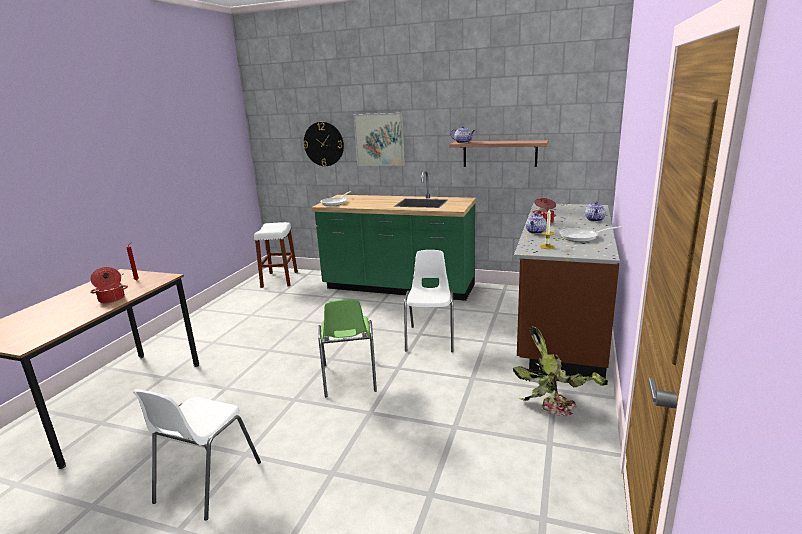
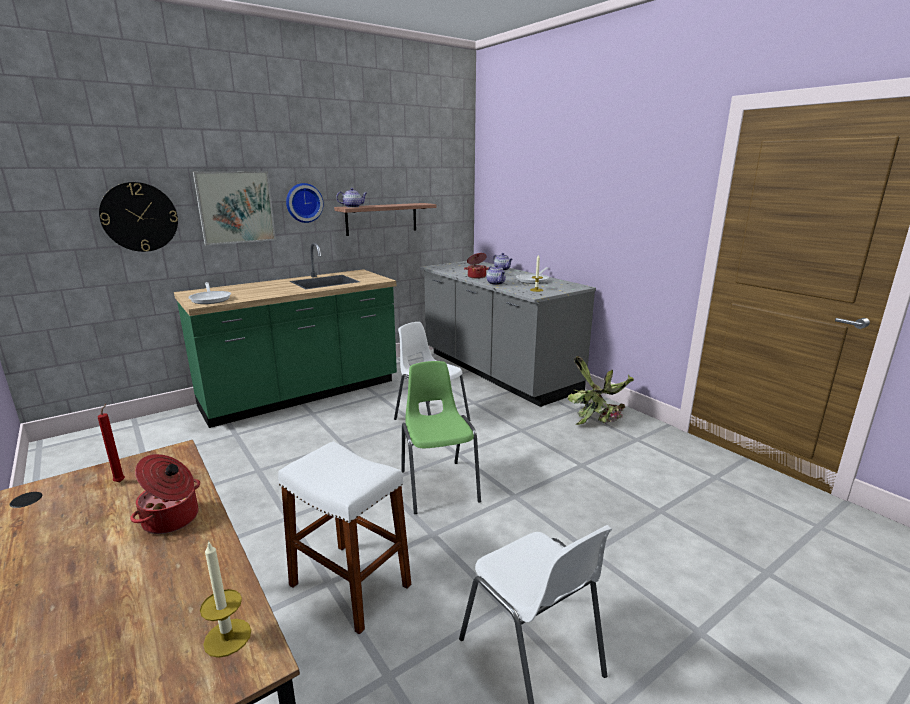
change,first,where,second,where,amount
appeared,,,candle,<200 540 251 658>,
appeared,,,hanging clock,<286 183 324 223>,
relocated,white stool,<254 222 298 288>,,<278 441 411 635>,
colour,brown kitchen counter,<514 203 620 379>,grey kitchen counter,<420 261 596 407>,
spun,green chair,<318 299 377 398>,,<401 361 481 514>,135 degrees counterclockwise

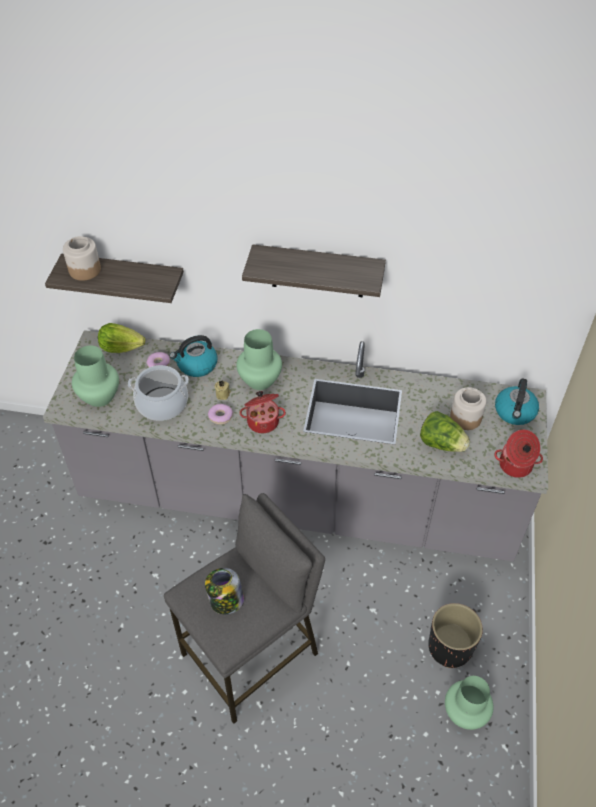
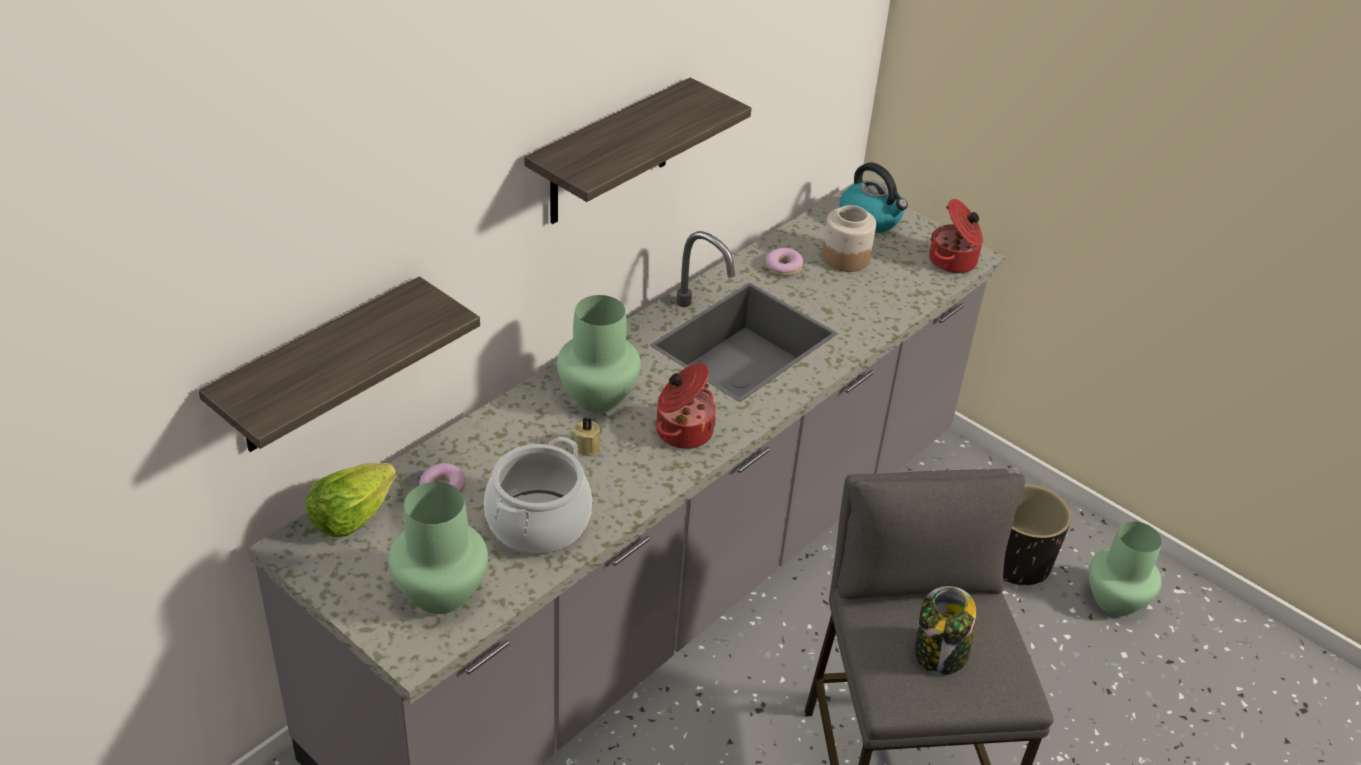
change,first,where,second,where,amount
missing,storage jar,<63 236 101 281>,,,
missing,tea kettle,<169 335 218 377>,,,
missing,head of lettuce,<420 411 470 452>,,,
relocated,ring doughnut,<208 404 233 425>,,<766 248 803 276>,

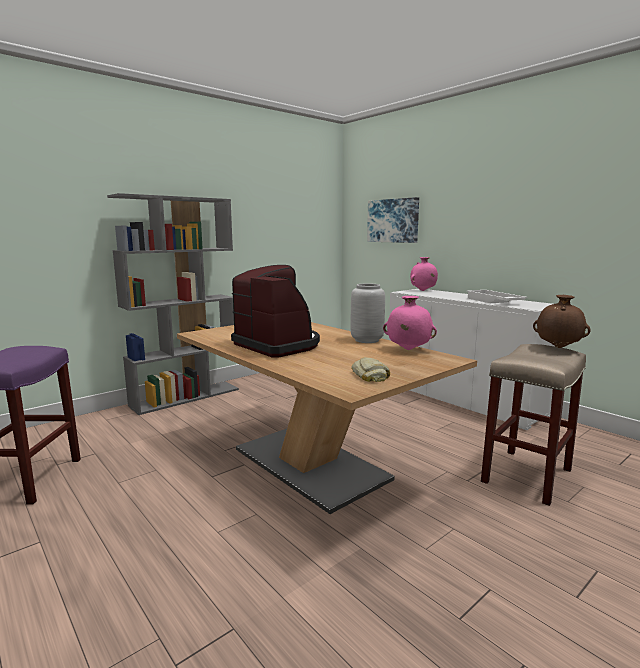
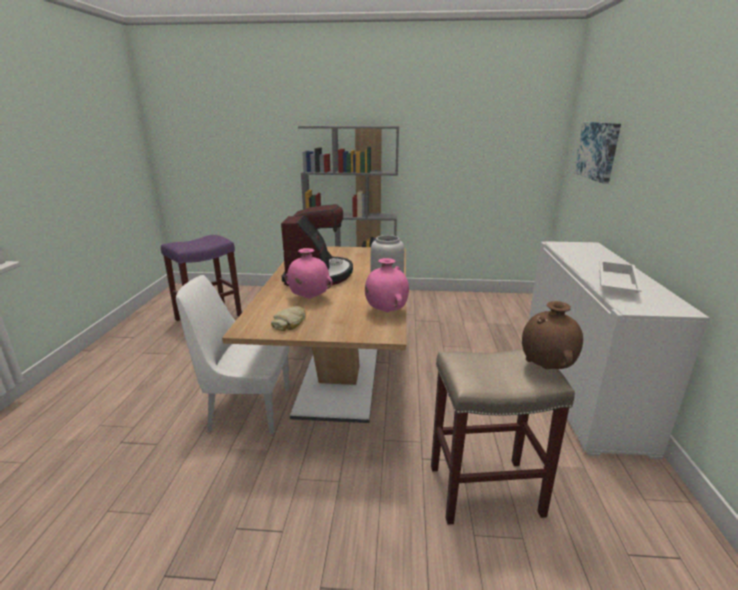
change,first,where,second,where,amount
appeared,,,white chair,<176 275 289 434>,
relocated,pink-coloured vase,<410 257 438 291>,,<285 248 332 299>,

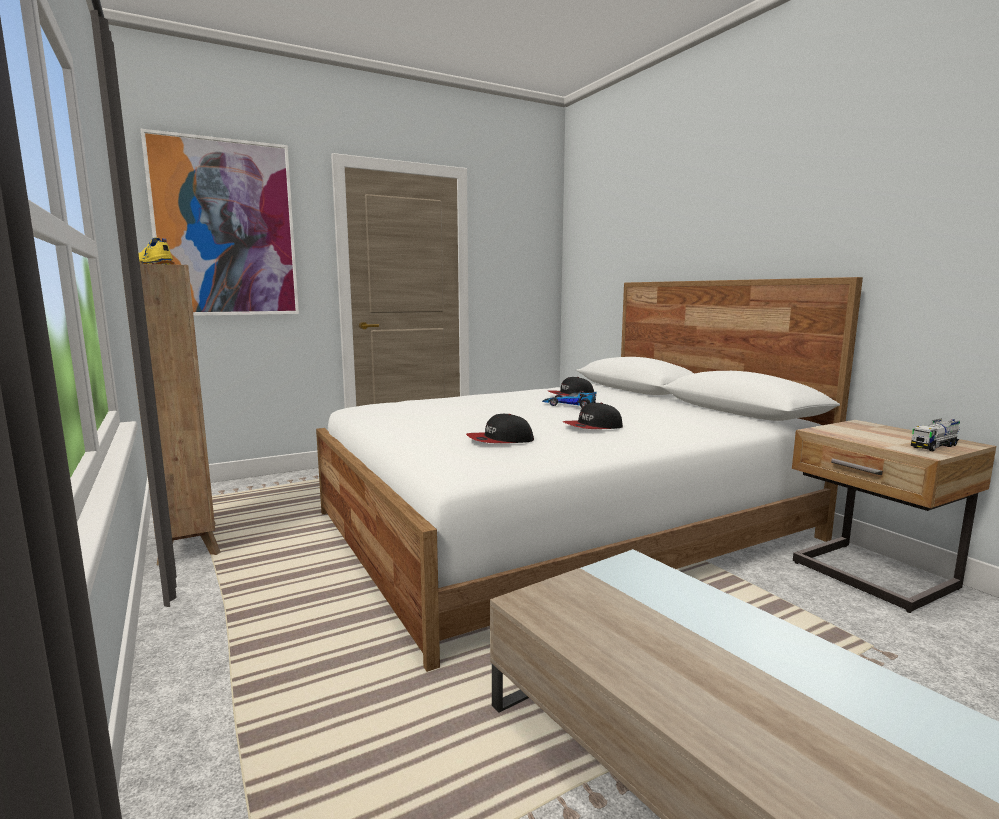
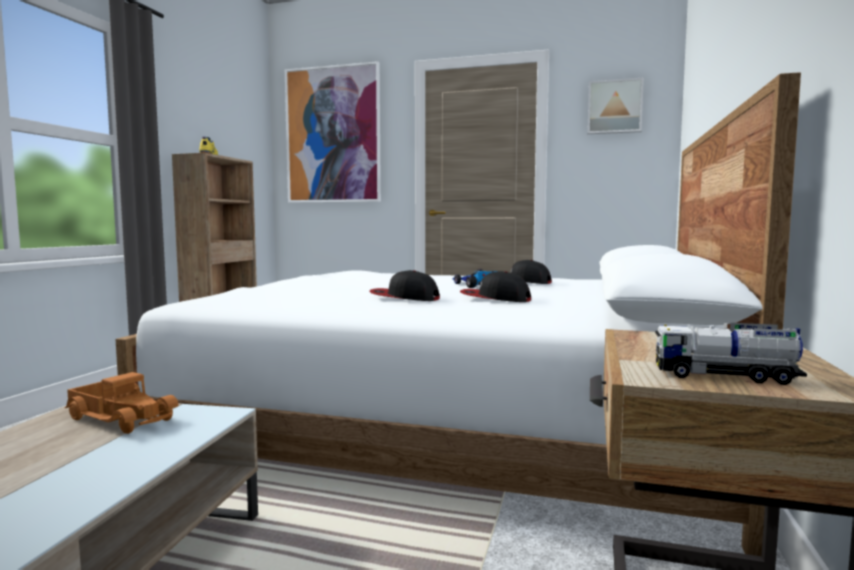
change,first,where,second,where,amount
appeared,,,model truck,<65 372 179 434>,
appeared,,,wall picture,<587 78 644 134>,
relocated,cap,<466 414 534 443>,,<460 271 531 302>,

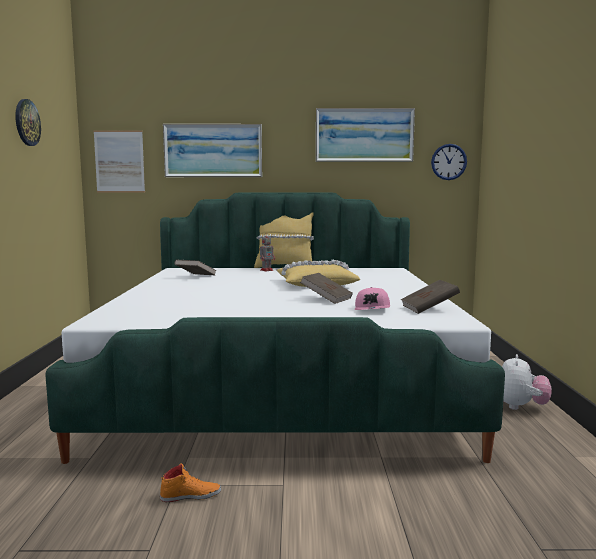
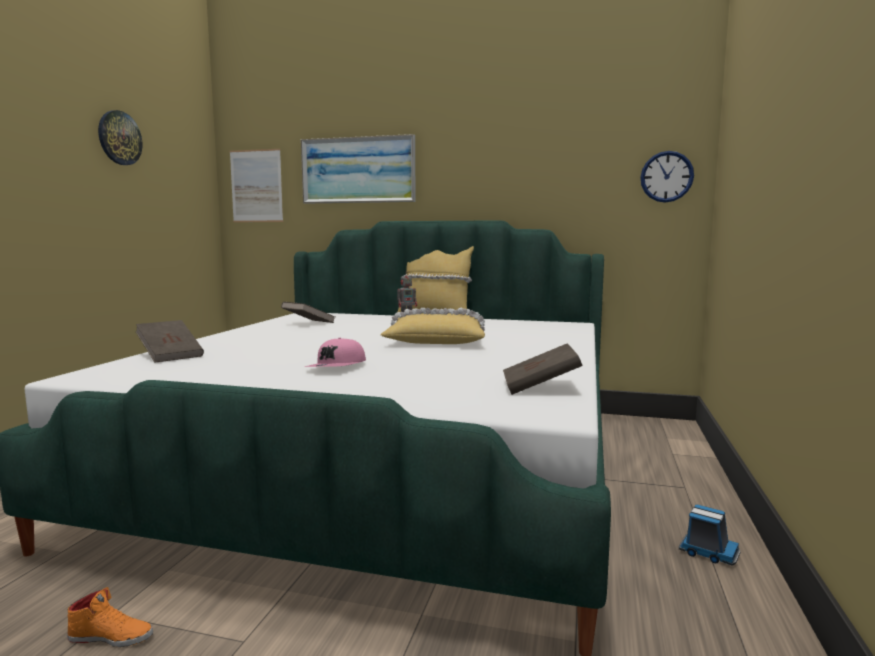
change,first,where,second,where,amount
missing,wall picture,<316 108 415 162>,,,
relocated,brown volume,<300 273 353 304>,,<135 320 204 363>,
relocated,pink-coloured cap,<355 287 390 310>,,<305 338 366 367>,
exchanged,cuddly toy,<502 354 552 410>,model truck,<679 504 740 565>,

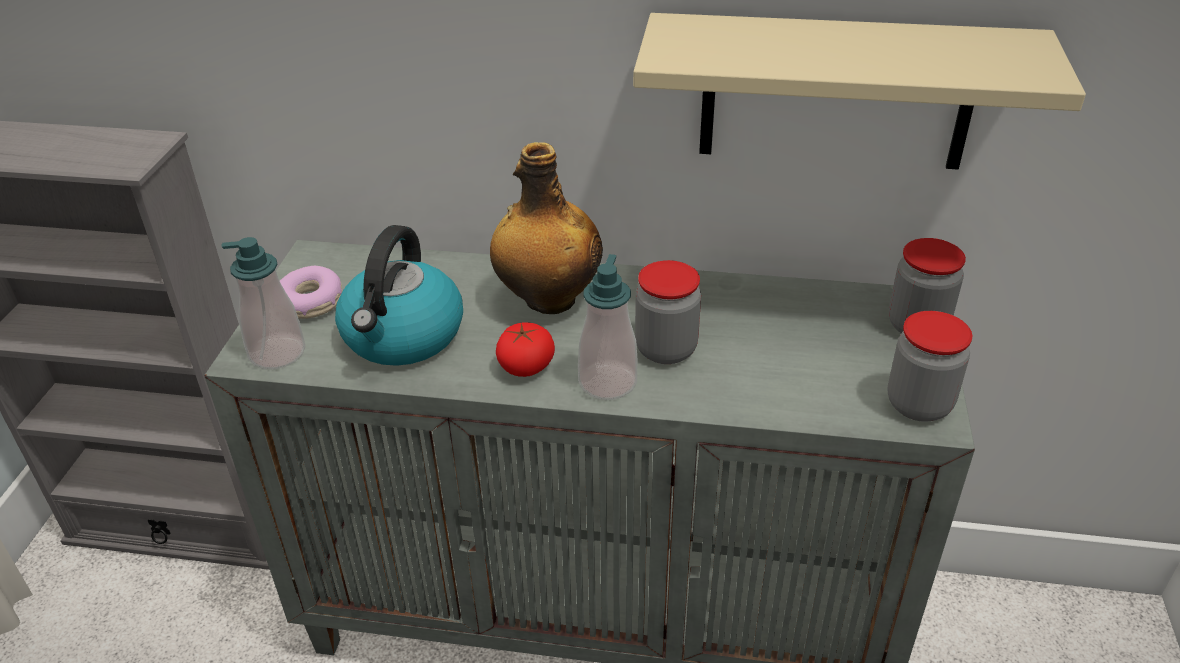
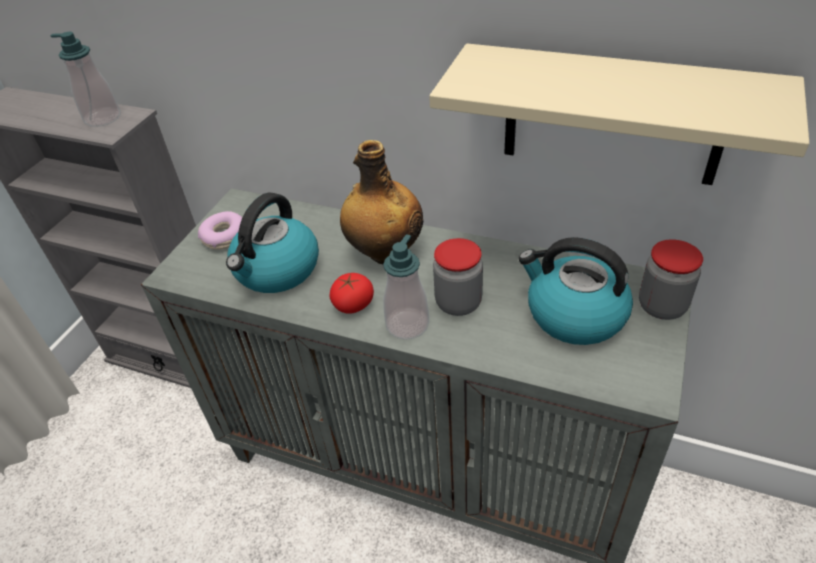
change,first,where,second,where,amount
missing,storage jar,<887 311 972 422>,,,
appeared,,,tea kettle,<518 237 633 345>,
relocated,liquid soap bottle,<221 237 305 369>,,<50 32 121 127>,

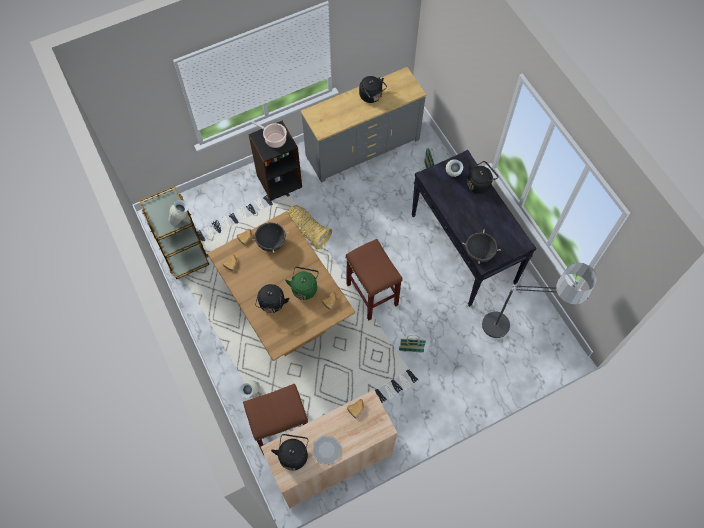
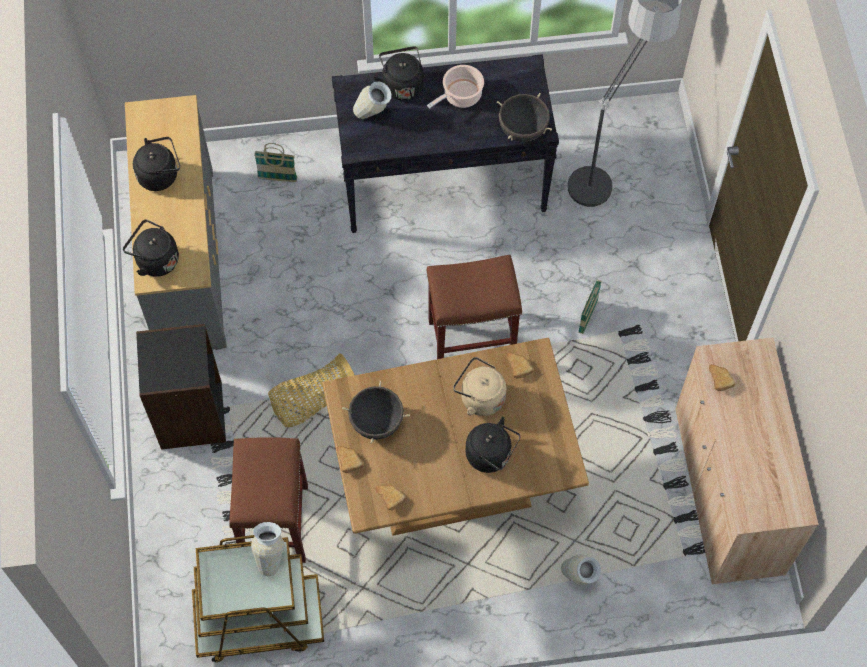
change,first,where,second,where,amount
missing,plate,<312 436 341 464>,,,
relocated,brown stool,<243 384 308 455>,,<229 438 308 563>,
relocated,saucepot,<251 121 287 148>,,<427 65 484 108>,
relocated,blackish tea kettle,<271 434 309 471>,,<123 219 179 277>,
colour,green tea kettle,<285 267 319 300>,sand-coloured tea kettle,<453 357 507 416>,

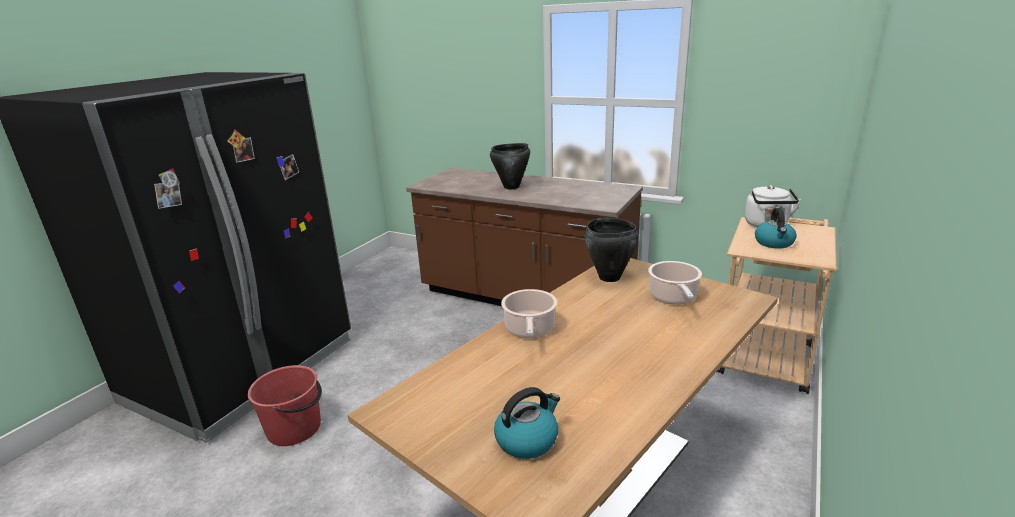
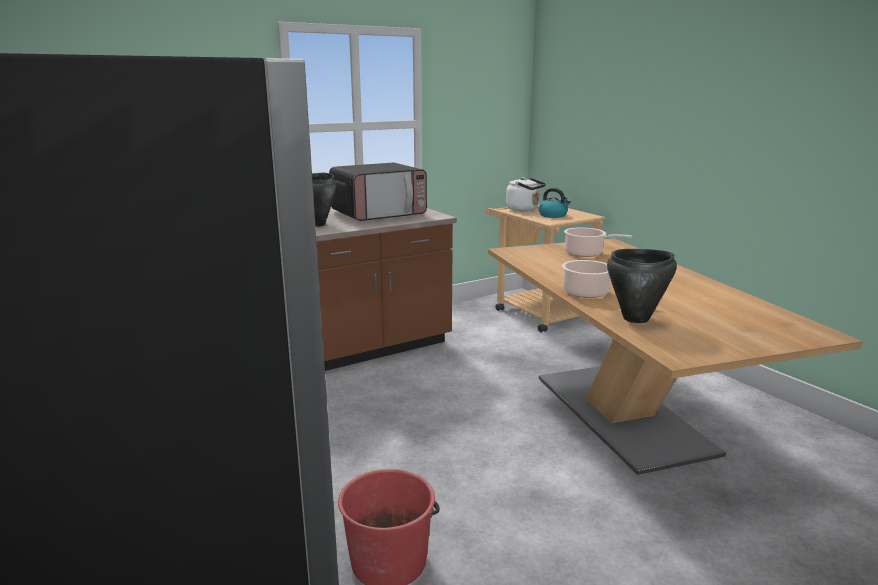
change,first,where,second,where,amount
missing,tea kettle,<494 387 560 459>,,,
appeared,,,microwave,<329 163 427 221>,
relocated,blackish saucepot,<584 218 639 282>,,<607 249 677 323>,

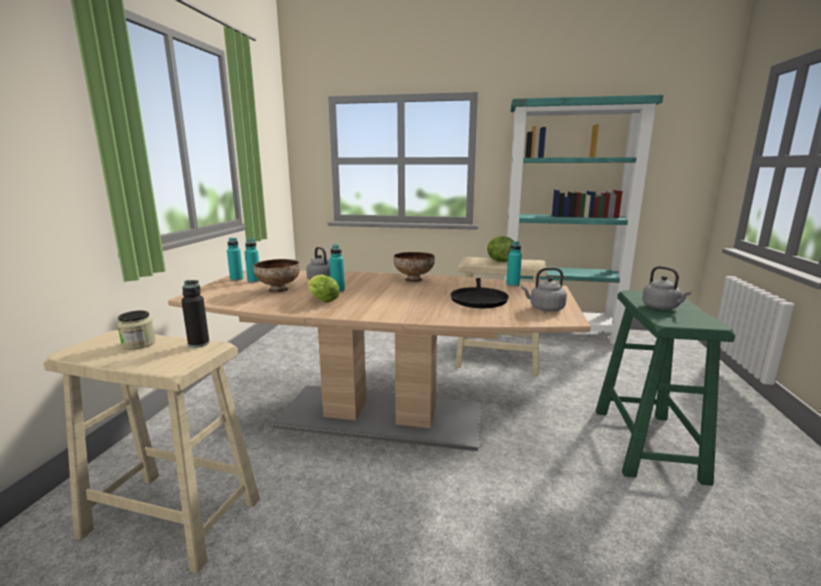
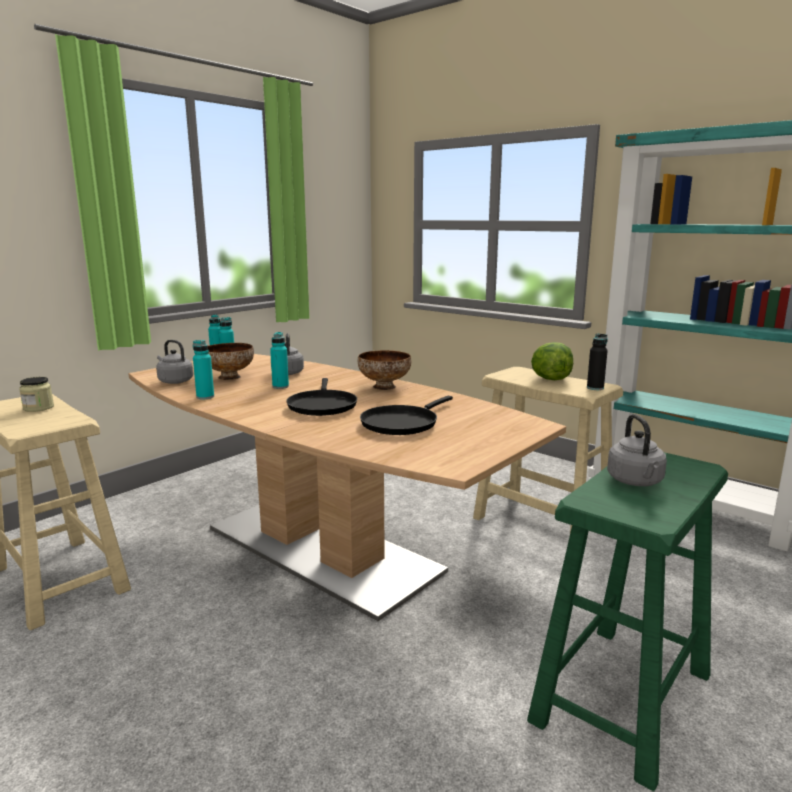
change,first,where,second,where,amount
missing,head of lettuce,<307 274 340 303>,,,
appeared,,,blackish frying pan,<286 378 357 416>,
relocated,blackish bottle,<181 280 210 348>,,<587 333 608 390>,
relocated,turquoise-coloured bottle,<506 241 522 287>,,<193 340 214 399>,
relocated,grey tea kettle,<521 268 567 312>,,<156 340 193 384>,

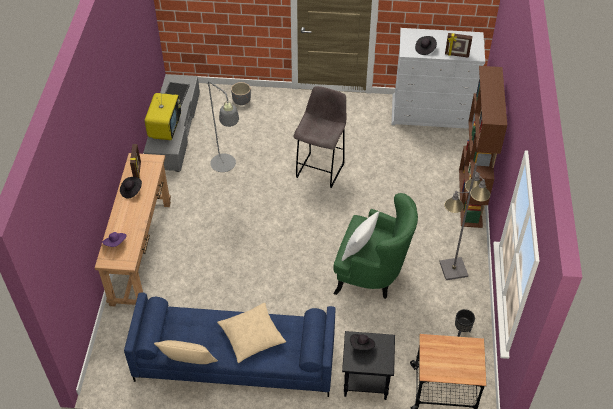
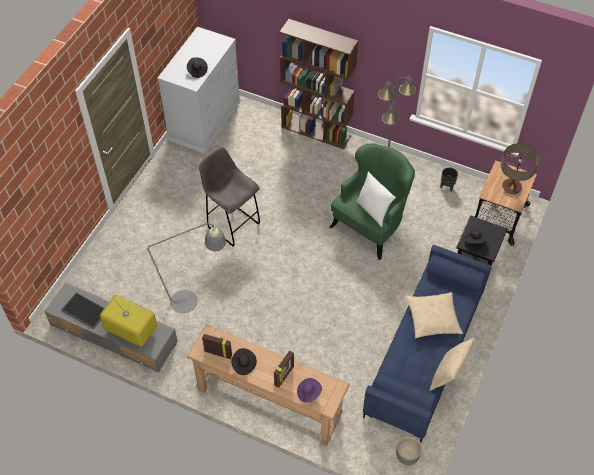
change,first,where,second,where,amount
appeared,,,lamp for a table,<501 143 539 194>,
relocated,grey plant pot,<231 82 251 105>,,<396 436 422 465>,
relocated,photo frame,<445 33 473 58>,,<274 350 294 388>,

